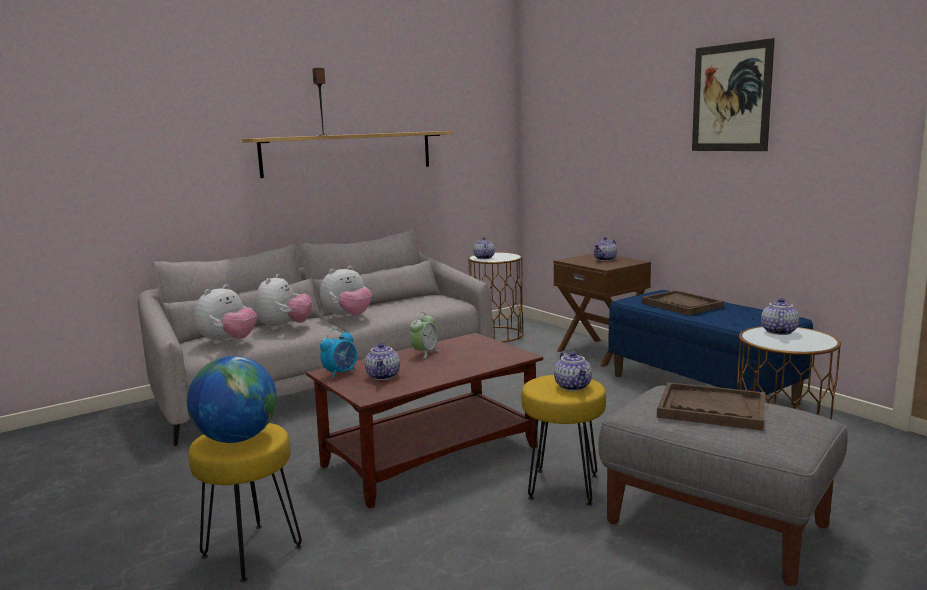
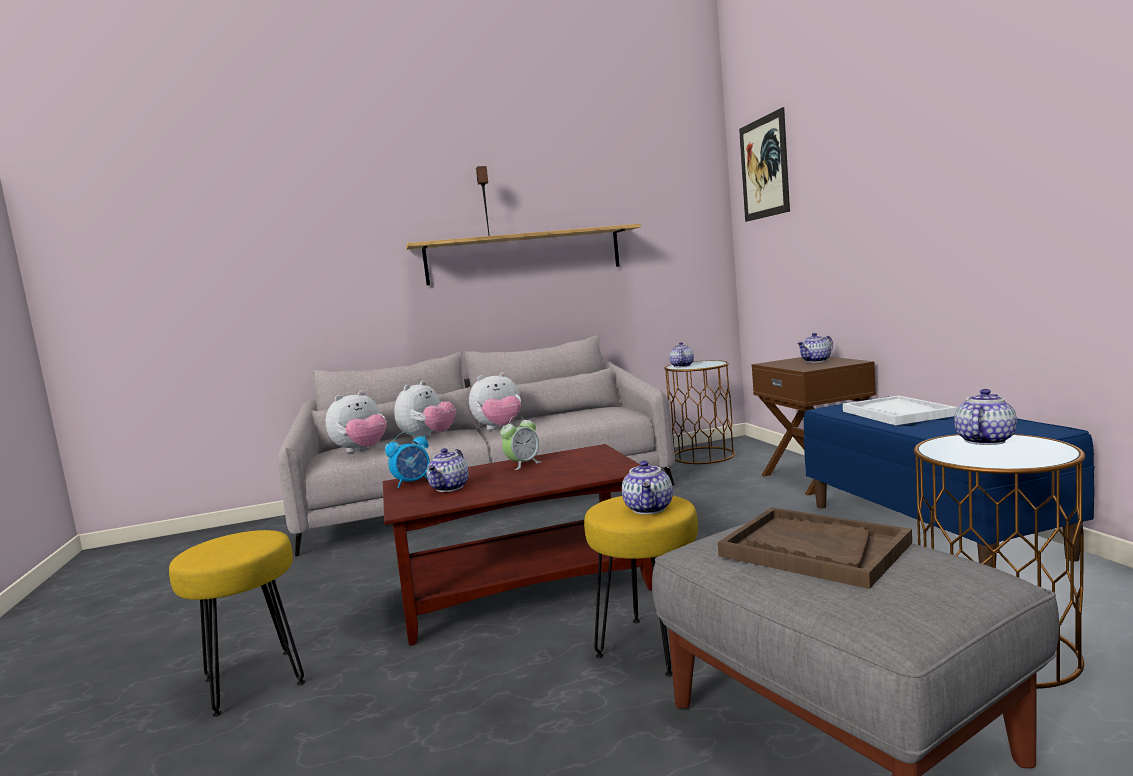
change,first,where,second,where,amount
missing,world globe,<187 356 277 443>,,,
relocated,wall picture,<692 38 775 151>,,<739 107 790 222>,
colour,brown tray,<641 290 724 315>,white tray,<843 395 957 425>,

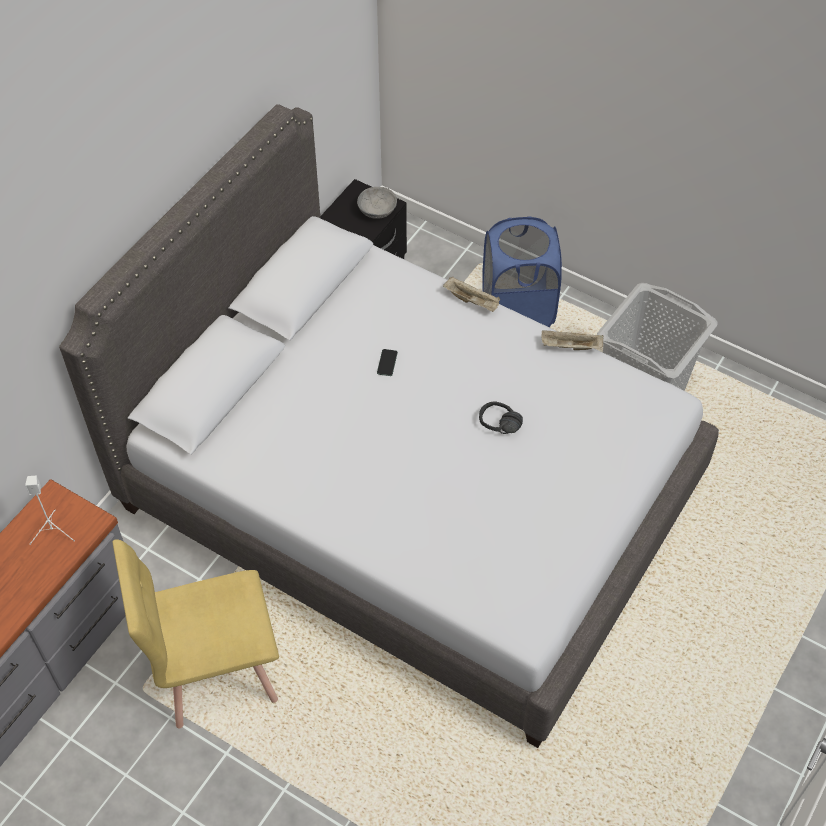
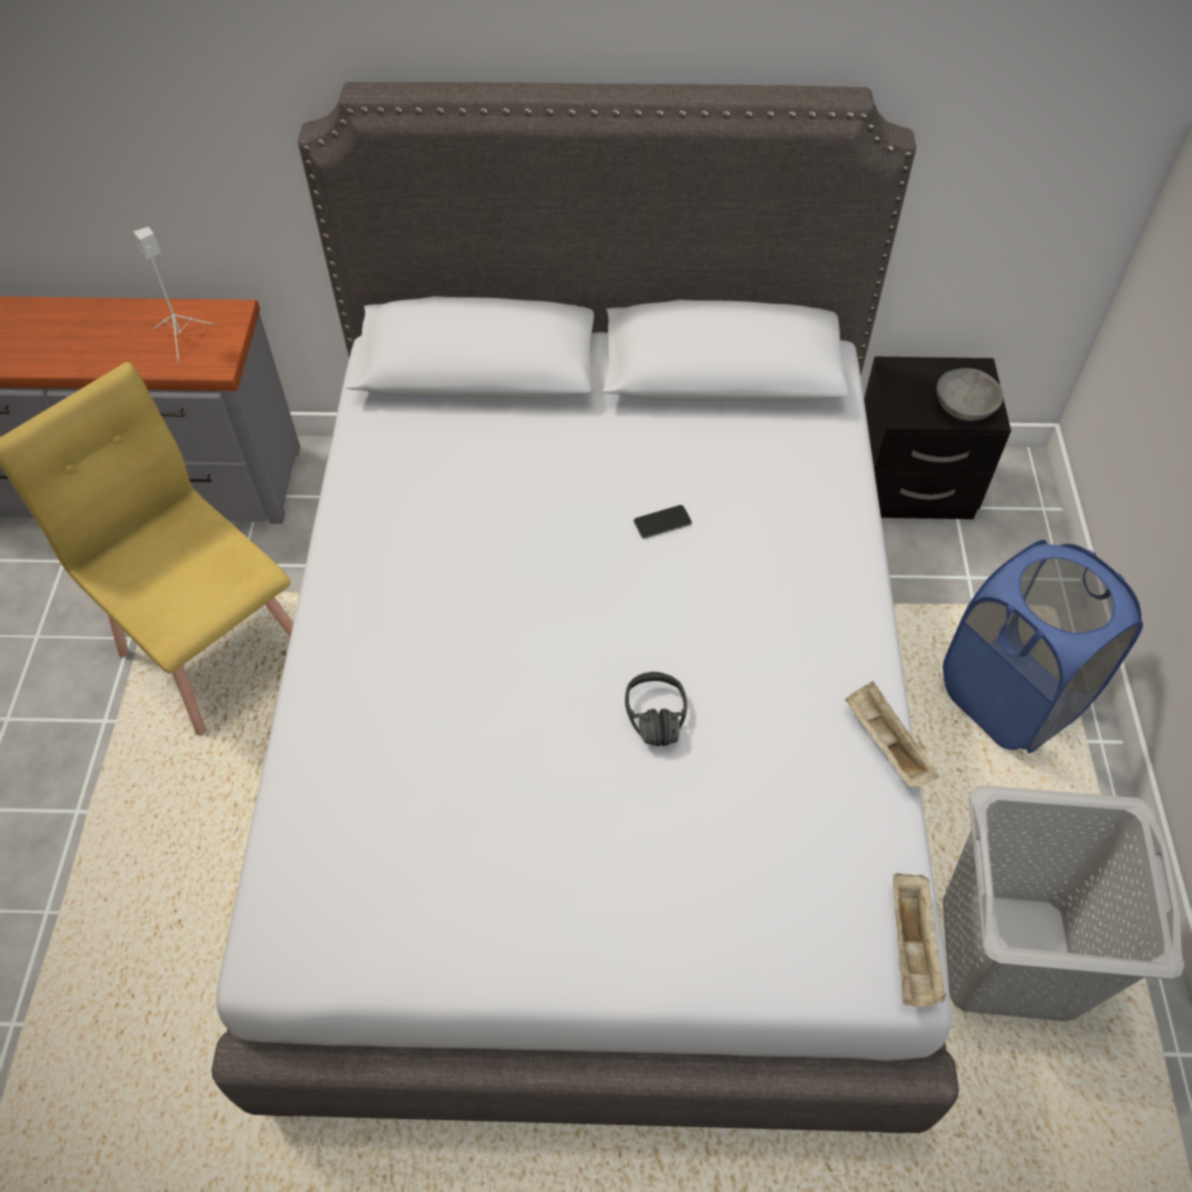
change,first,where,second,where,amount
relocated,sand-coloured tray,<443 276 500 312>,,<893 873 947 1007>,

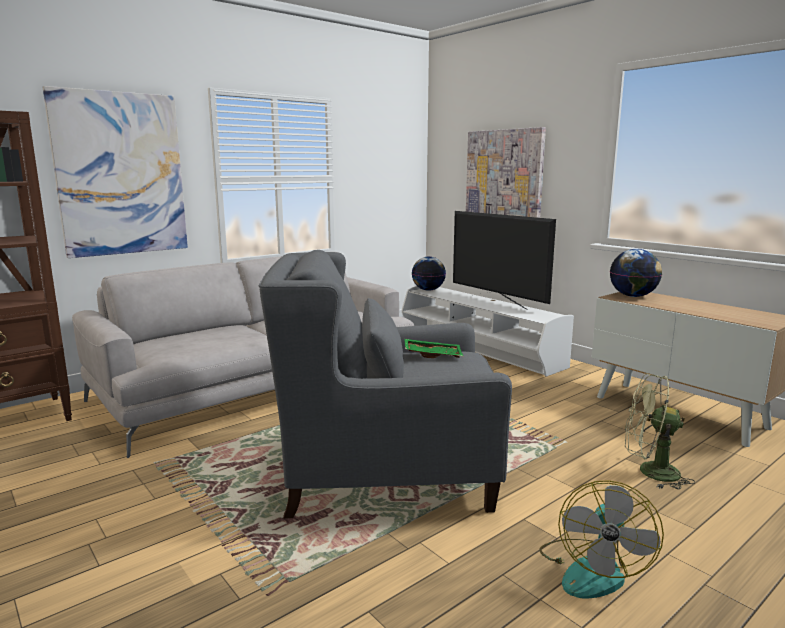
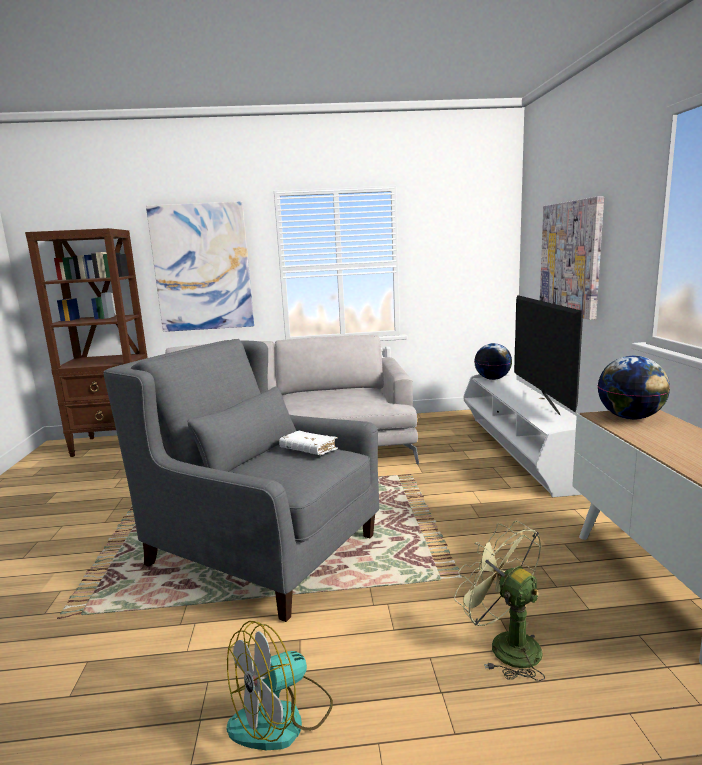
change,first,where,second,where,amount
exchanged,green tray,<404 339 463 358>,white volume,<279 431 338 455>,

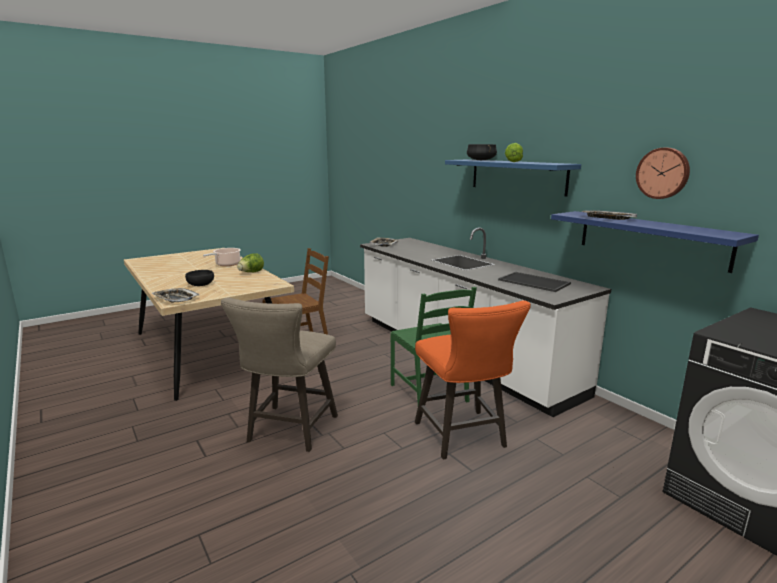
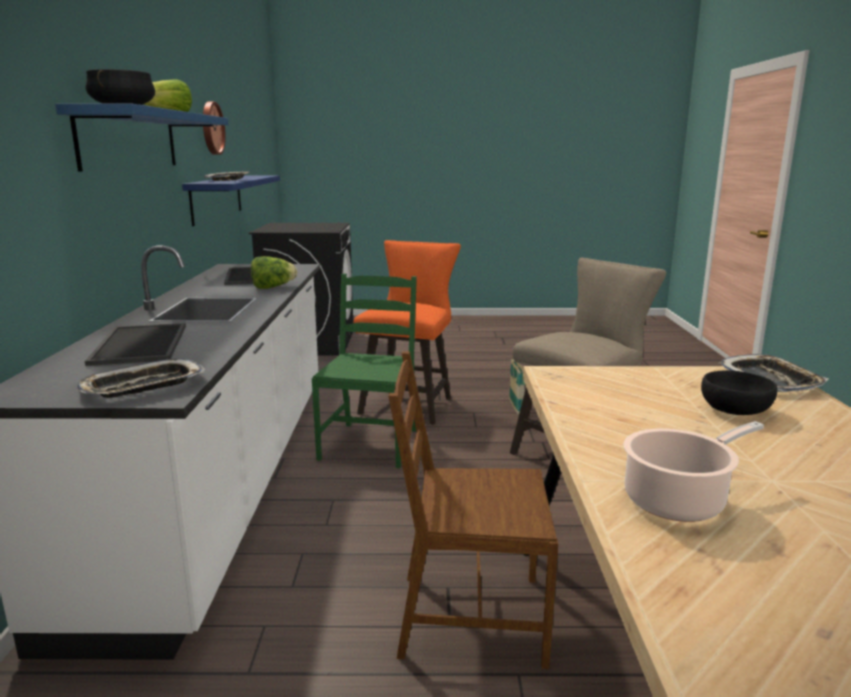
change,first,where,second,where,amount
appeared,,,tray,<85 323 186 366>,
appeared,,,storage basket,<509 359 525 414>,
relocated,head of lettuce,<237 253 264 272>,,<251 256 297 289>,

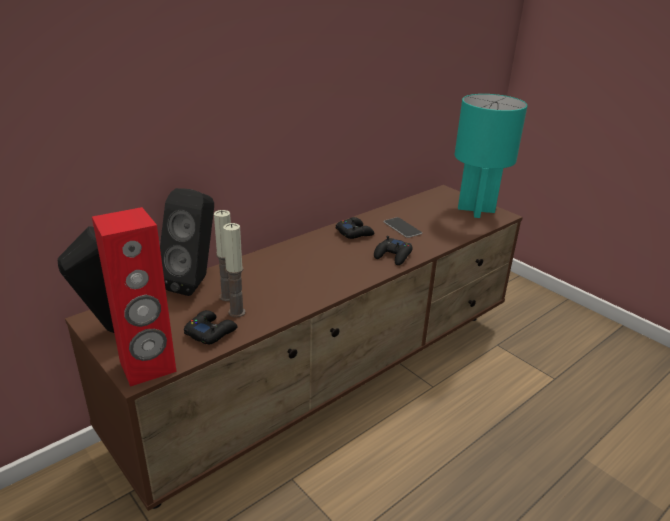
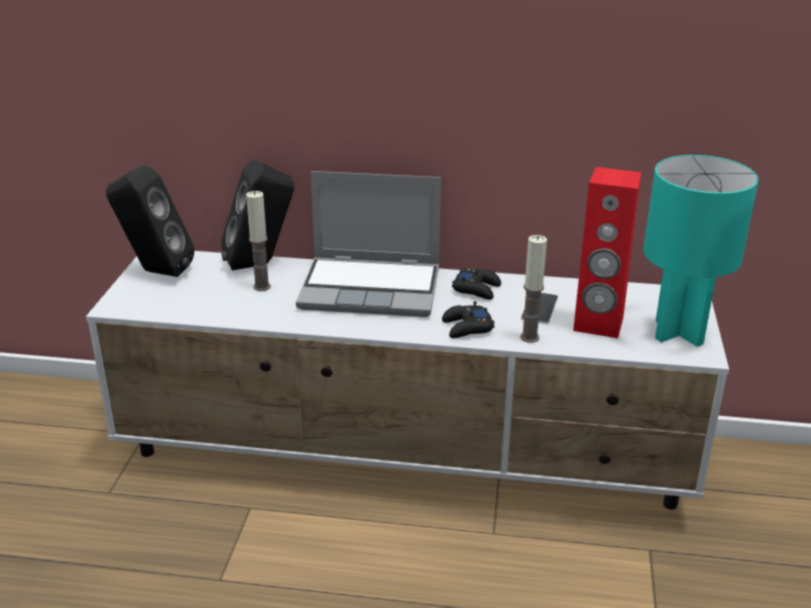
change,first,where,second,where,amount
missing,blackish game controller,<184 310 237 344>,,,
appeared,,,portable computer,<296 171 441 317>,
relocated,red-coloured speaker,<92 207 177 387>,,<573 167 641 338>,
relocated,candle,<223 223 245 317>,,<520 235 547 343>,
colour,brown tv unit,<65 185 523 511>,white tv unit,<86 251 729 510>,

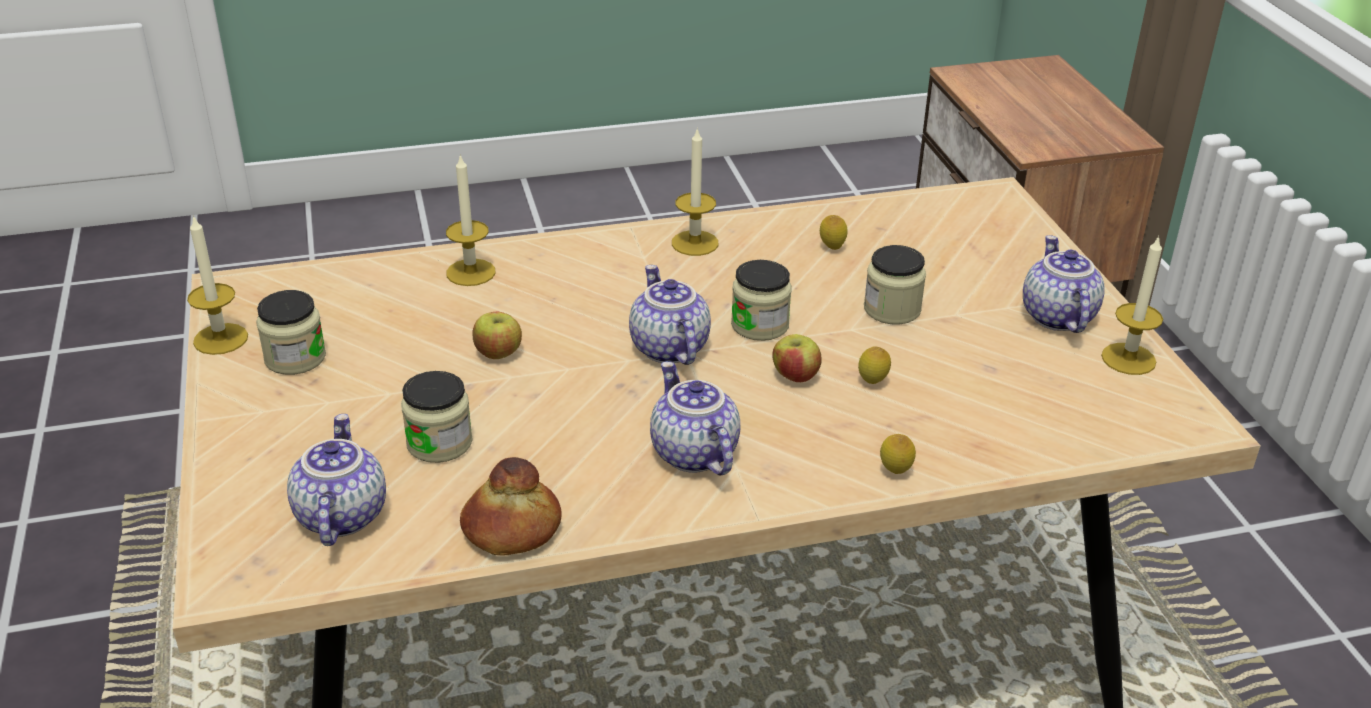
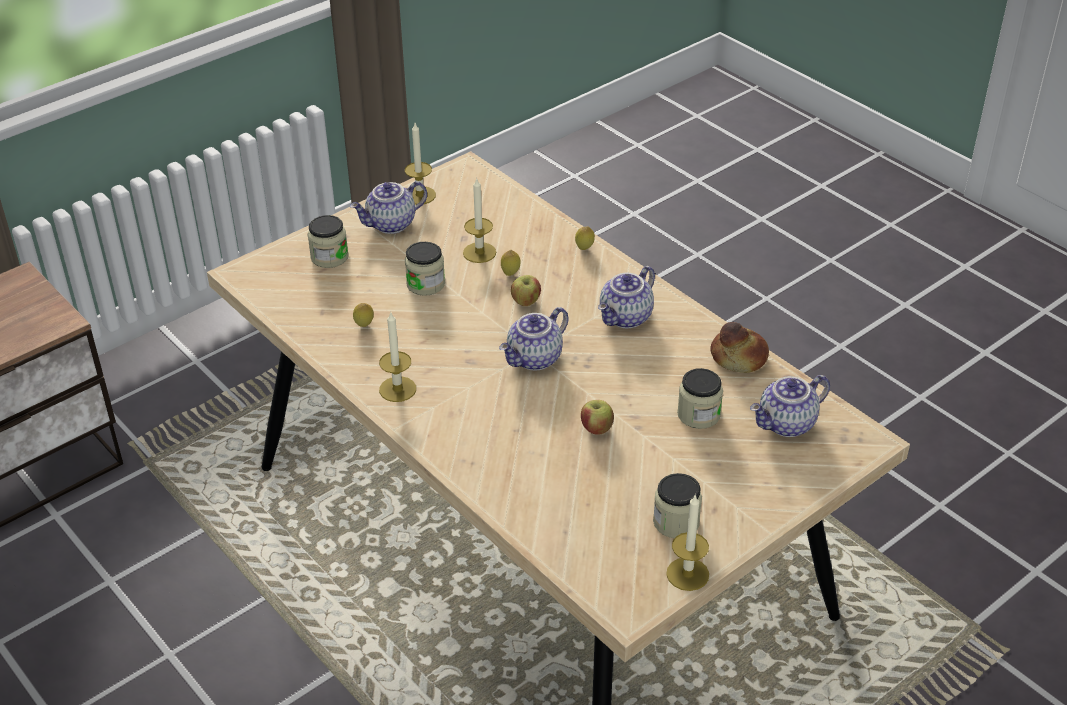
change,first,where,second,where,amount
relocated,candle,<446 154 496 286>,,<463 179 496 263>,
relocated,storage jar,<731 260 792 341>,,<308 215 349 268>,

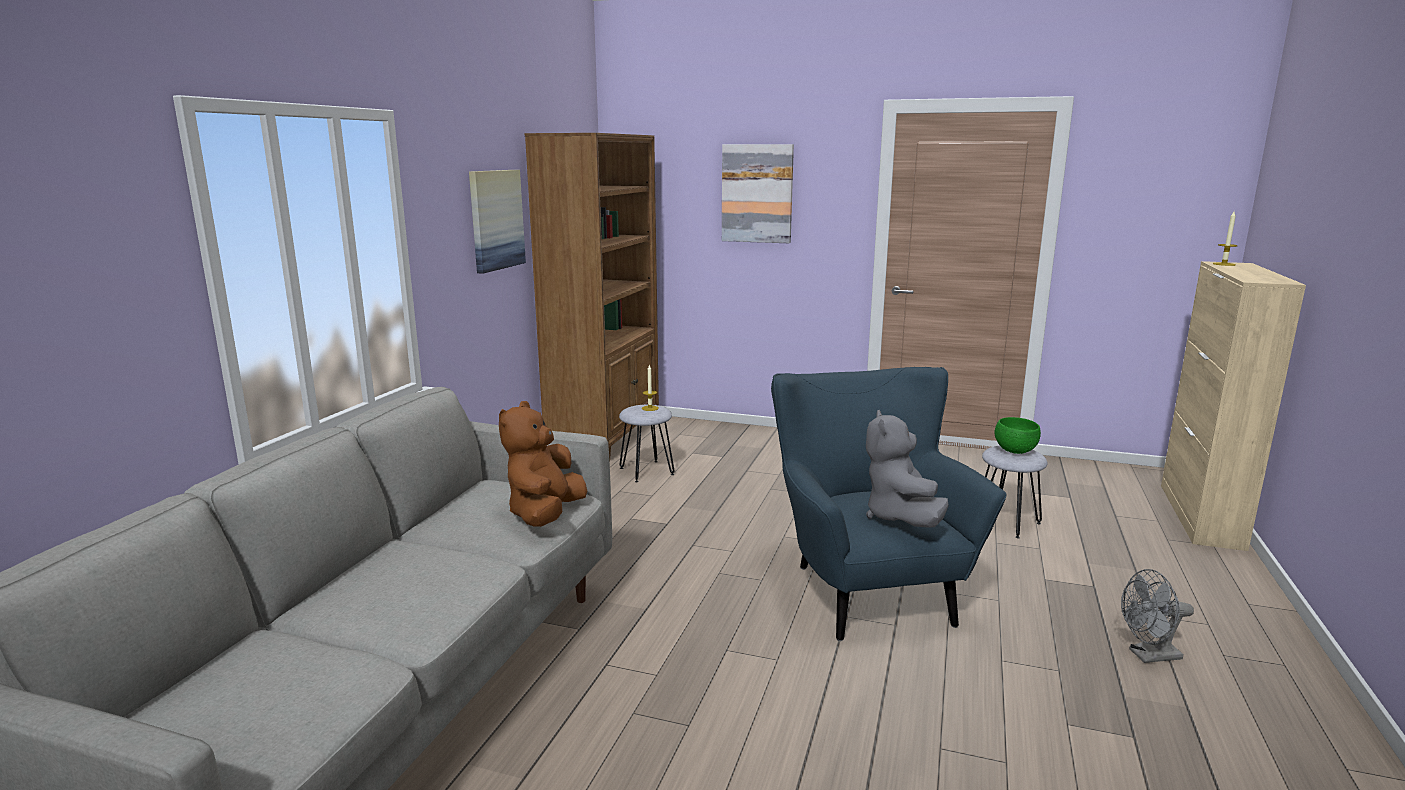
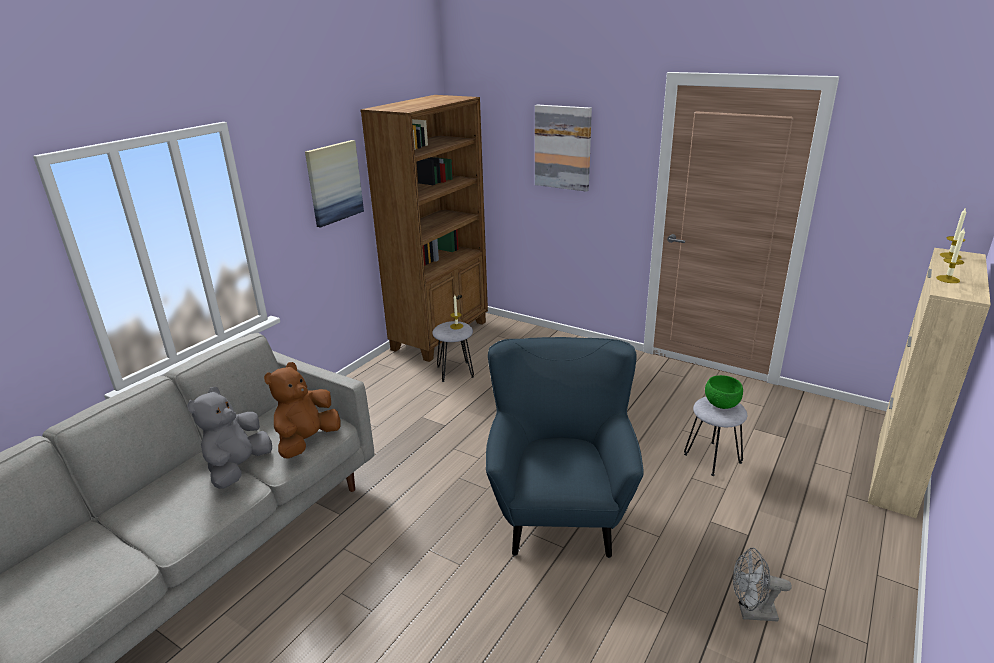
change,first,where,second,where,amount
appeared,,,candle,<936 228 965 283>,
relocated,grey cuddly toy,<866 410 948 528>,,<187 387 272 489>,

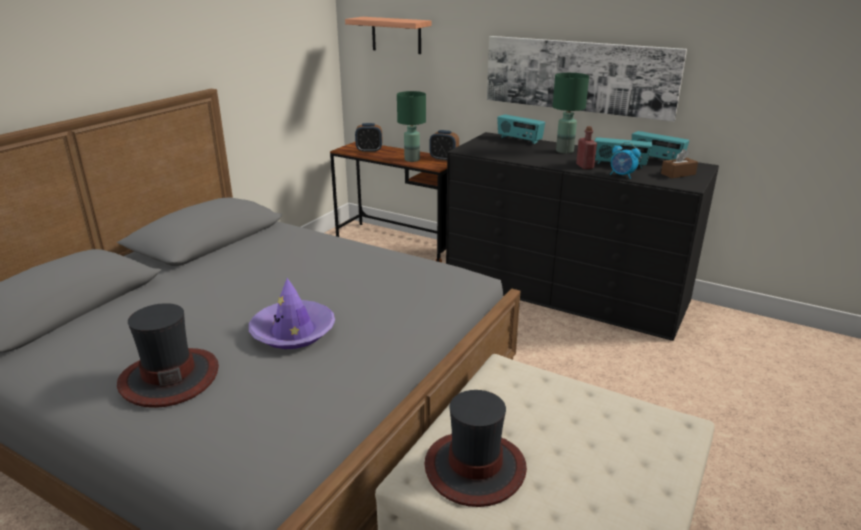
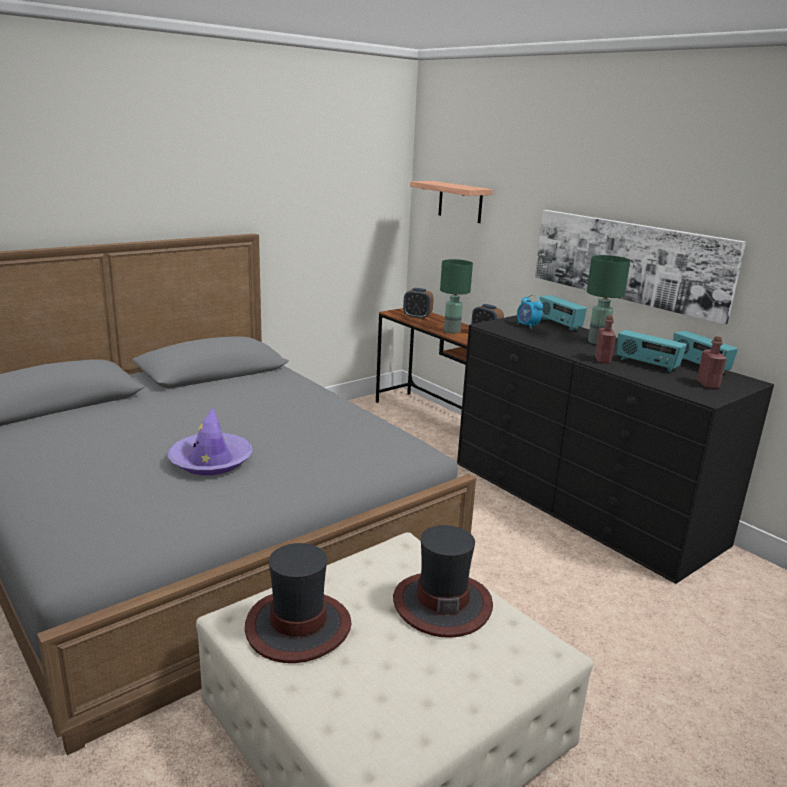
change,first,where,second,where,amount
relocated,clothing hat,<117 303 219 408>,,<393 525 493 638>,
relocated,alarm clock,<610 142 641 179>,,<517 294 543 329>,
exchanged,brown tissue holder,<661 149 698 178>,red-coloured bottle,<697 336 727 389>,

